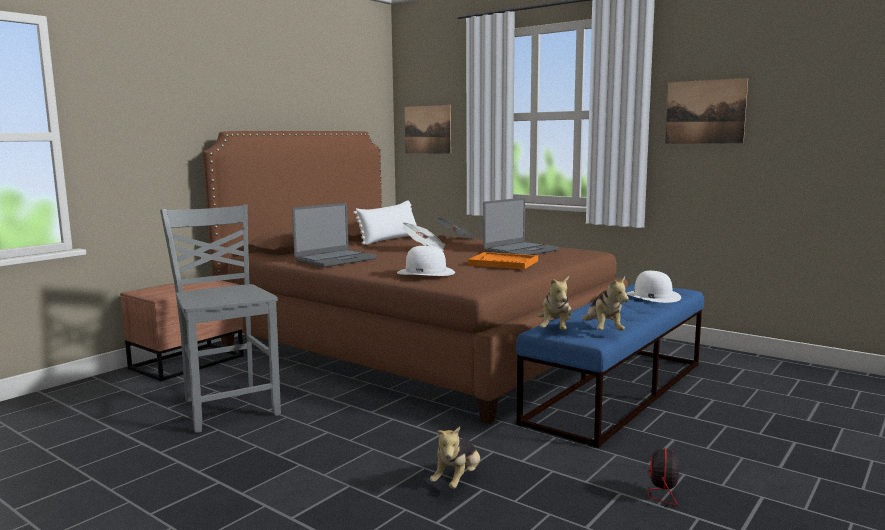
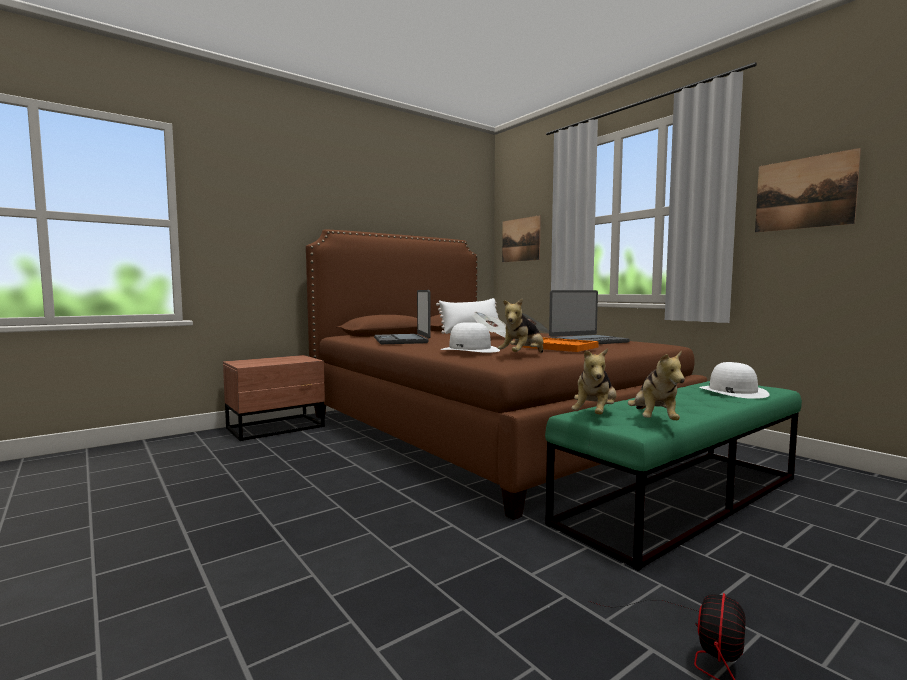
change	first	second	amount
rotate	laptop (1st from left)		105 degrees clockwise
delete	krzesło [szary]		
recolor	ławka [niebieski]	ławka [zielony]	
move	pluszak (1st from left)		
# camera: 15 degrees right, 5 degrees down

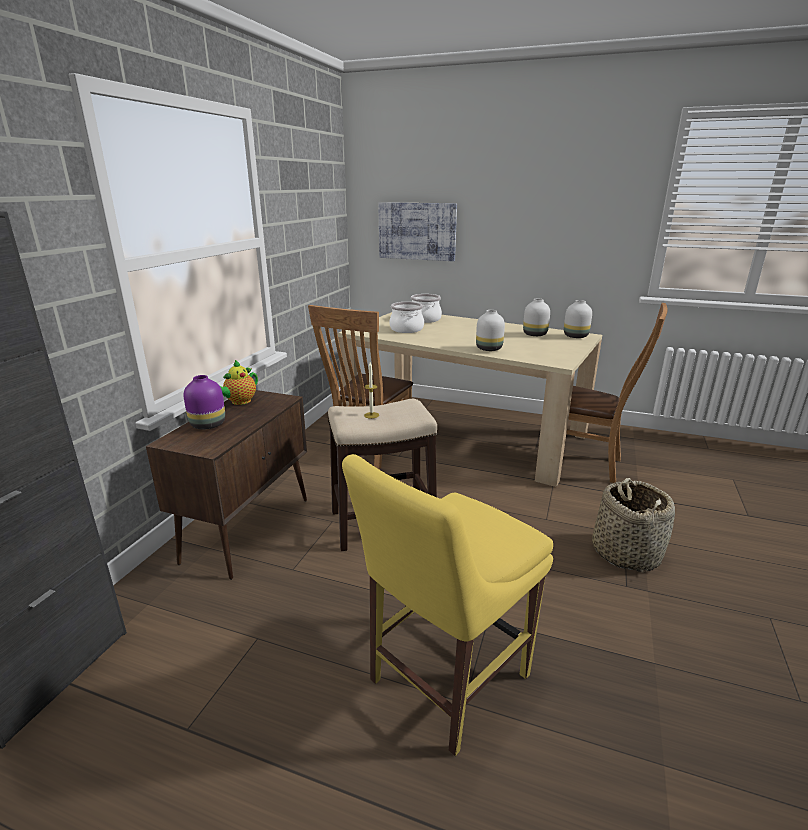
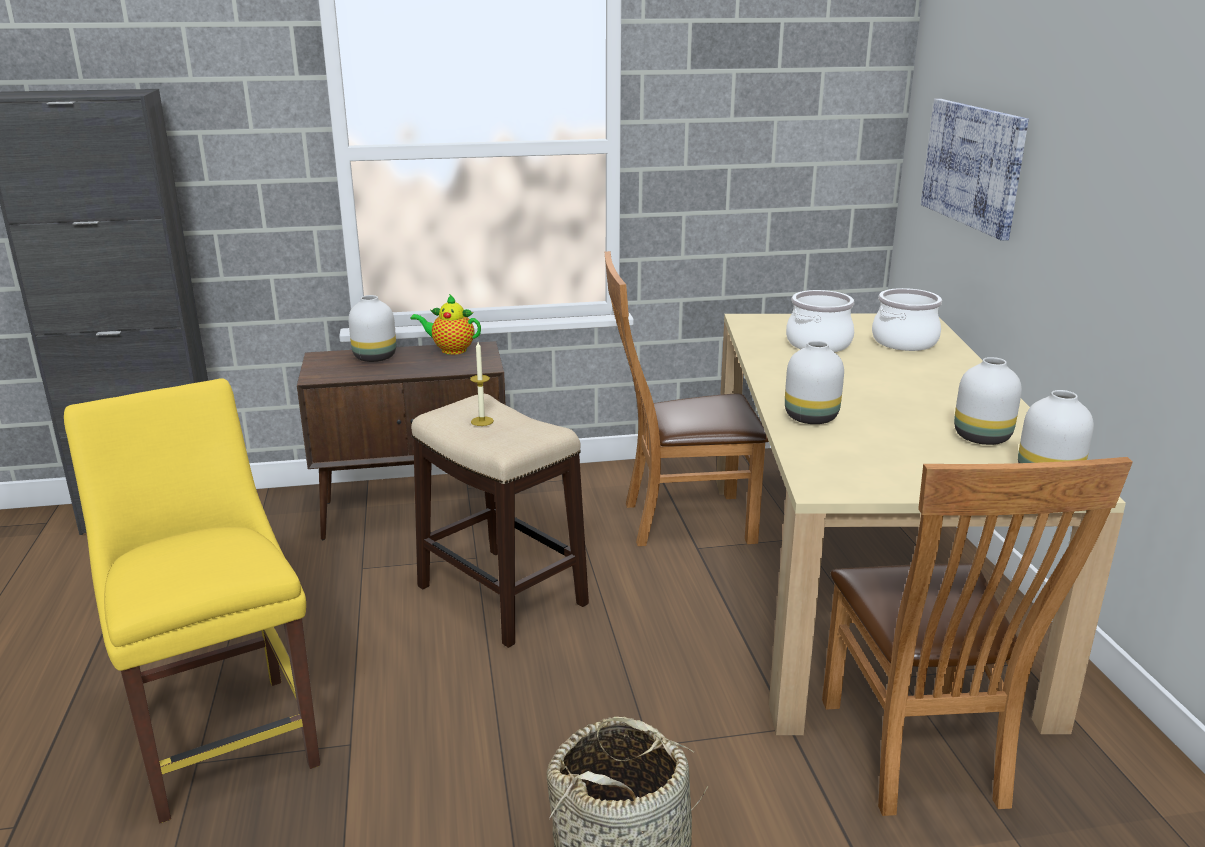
change	first	second	amount
recolor	wazon [fioletowy]	wazon [biały] (1st from left)	
rotate	krzesło [żółty]		45 degrees clockwise
# camera: 60 degrees right, 0 degrees up

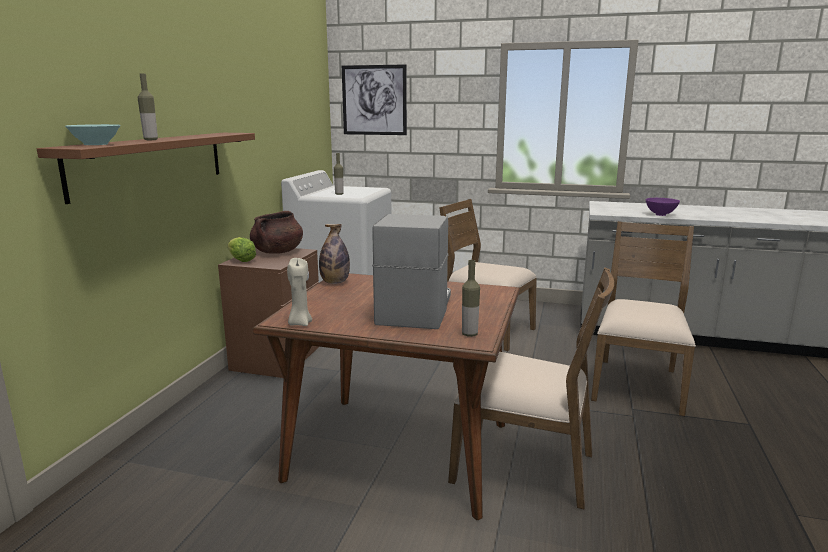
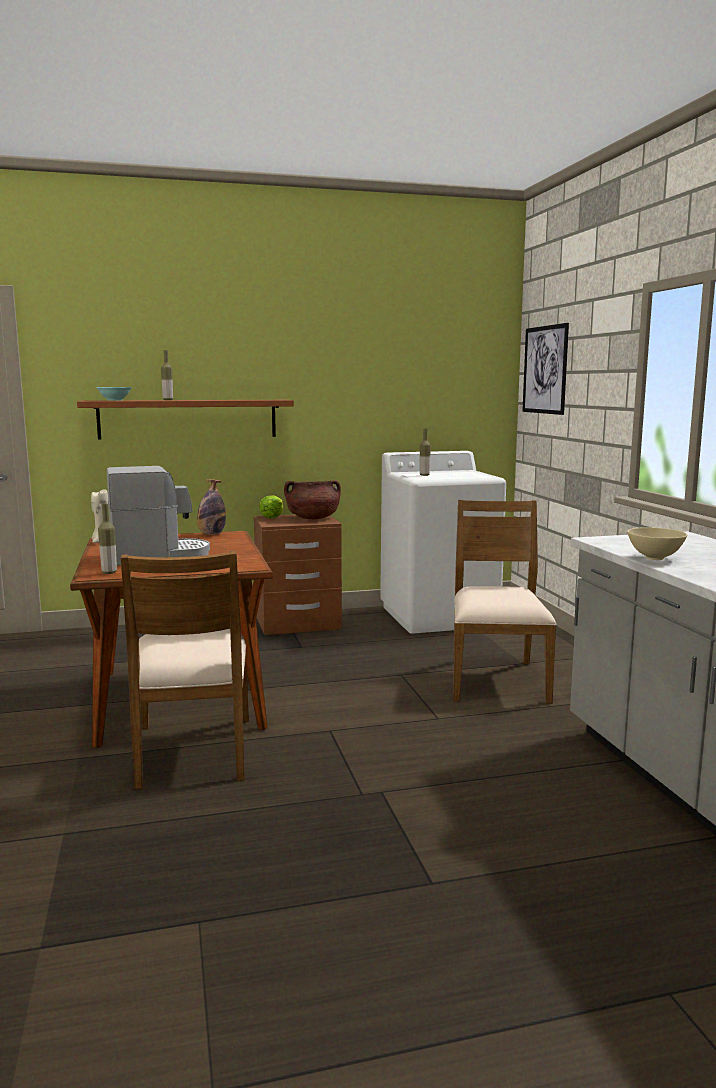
change	first	second	amount
recolor	miska [fioletowy]	miska [beżowy]	
delete	krzesło [brązowy] (3rd from left)		
# camera: 60 degrees right, 5 degrees down

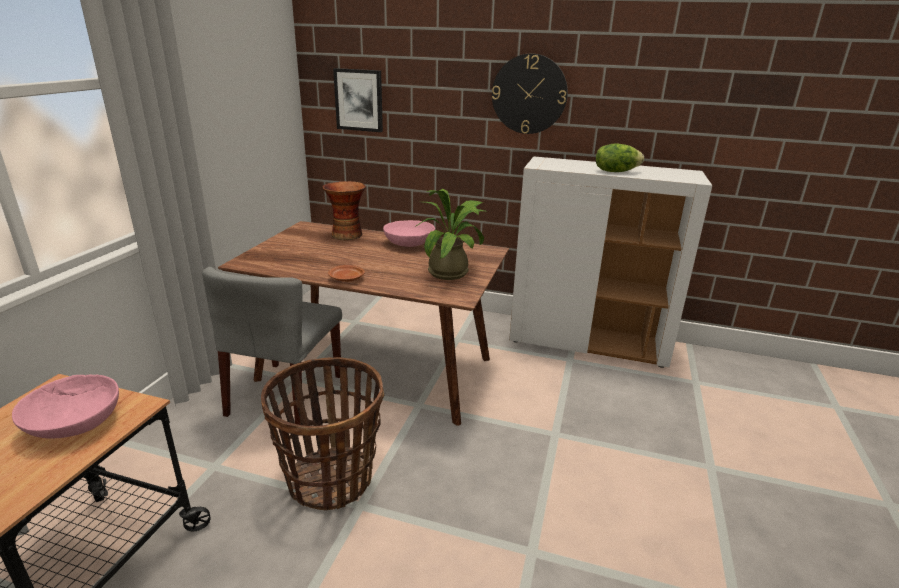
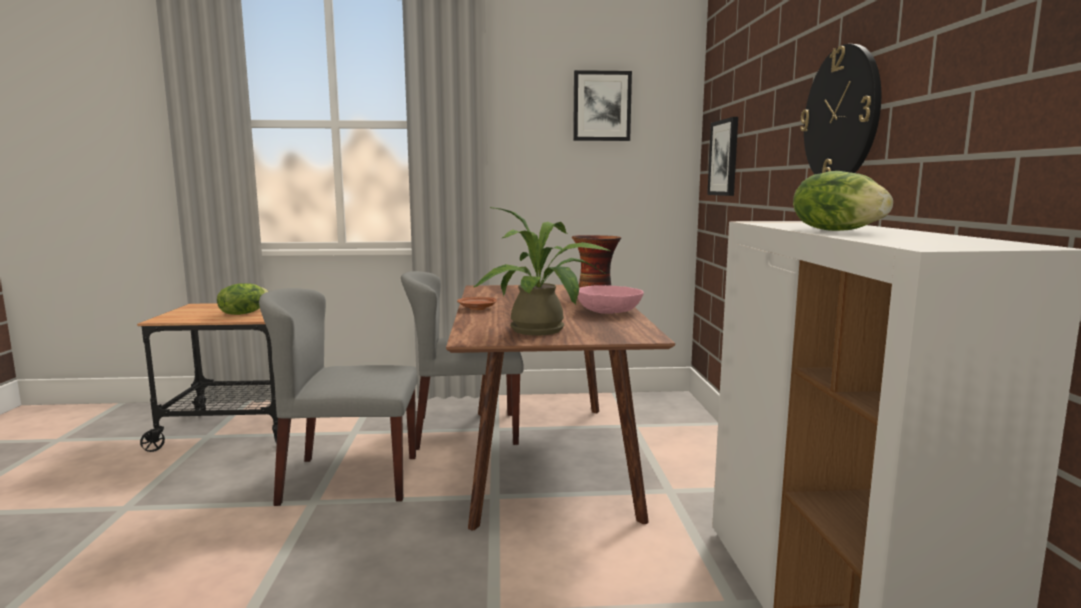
change	first	second	amount
replace	koszyk	krzesło [szary] (1st from left)	
replace	miska [różowy] (1st from left)	sałata (1st from left)	
insert		obraz (1st from left)	
# camera: 70 degrees right, 15 degrees down

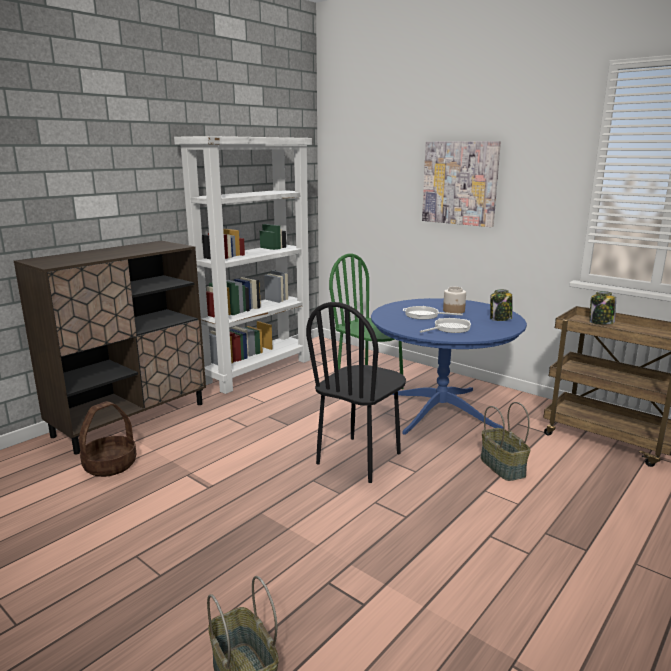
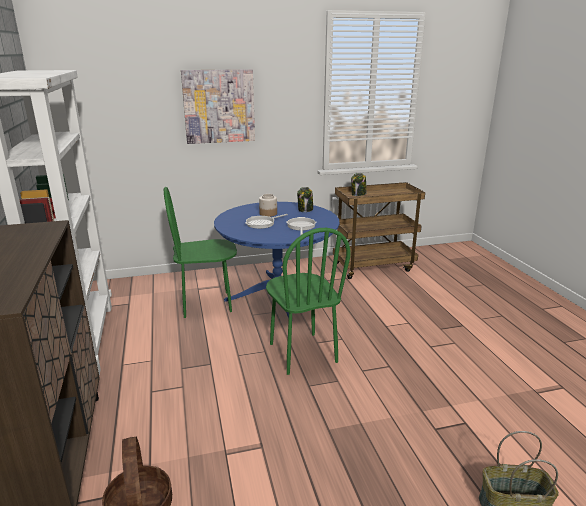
change	first	second	amount
recolor	krzesło [czarny]	krzesło [zielony] (2nd from left)	
delete	koszyk (3rd from left)		
# camera: 55 degrees left, 5 degrees up

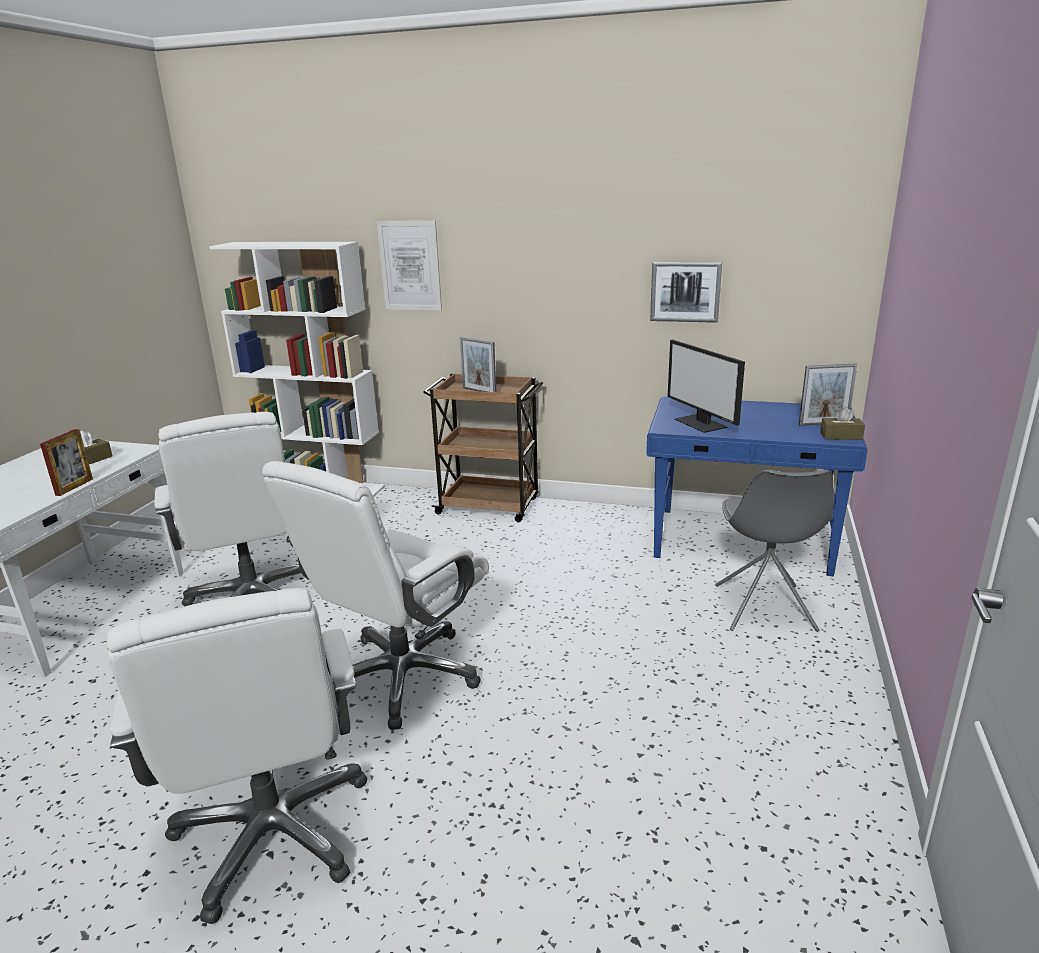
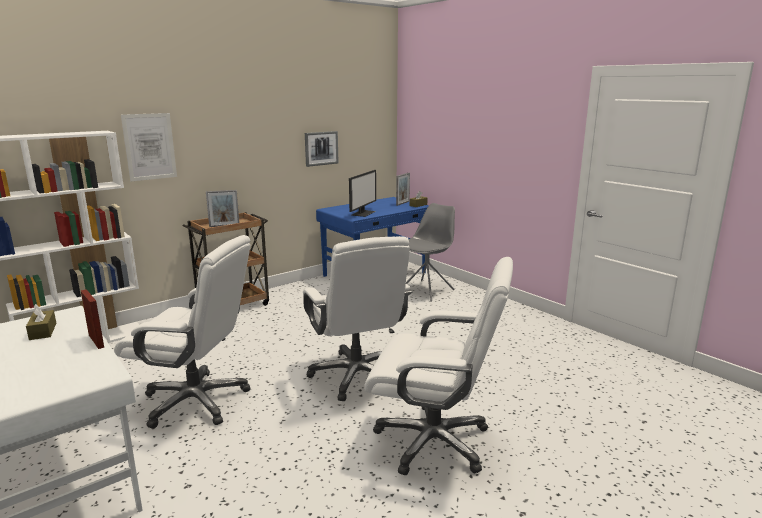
change	first	second	amount
rotate	monitor		75 degrees counterclockwise
rotate	krzesło [szary]		90 degrees counterclockwise
# camera: 55 degrees left, 5 degrees down

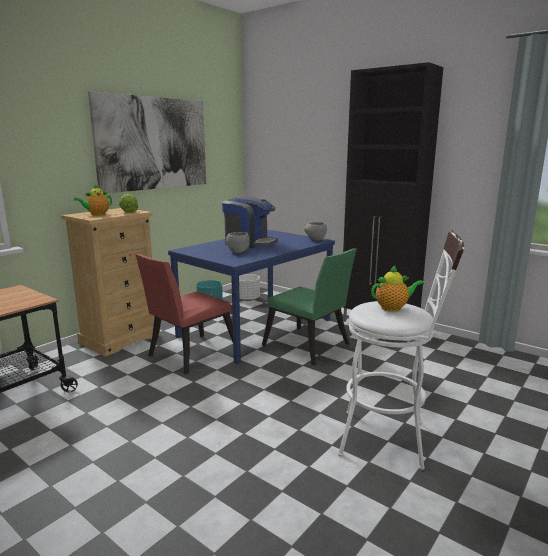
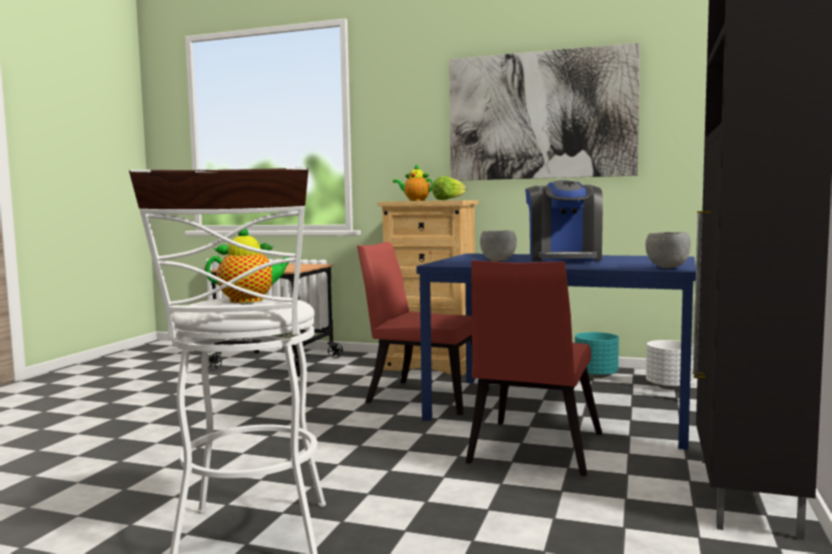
change	first	second	amount
recolor	krzesło [zielony]	krzesło [czerwony] (2nd from left)	
rotate	imbryk (2nd from left in the first image)	imbryk (1st from left)	75 degrees counterclockwise
# camera: 70 degrees right, 10 degrees down

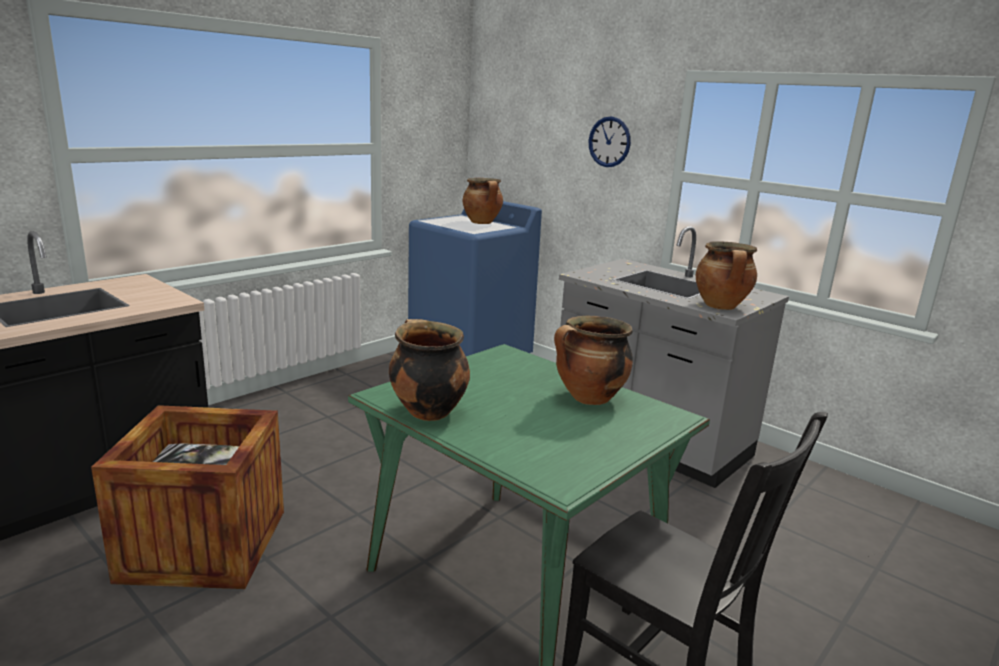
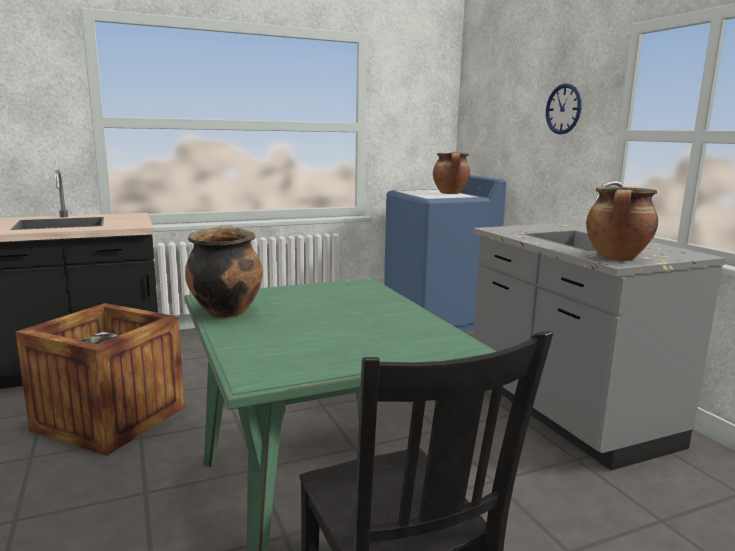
change	first	second	amount
delete	garnek (3rd from left)		
# camera: 25 degrees right, 5 degrees down

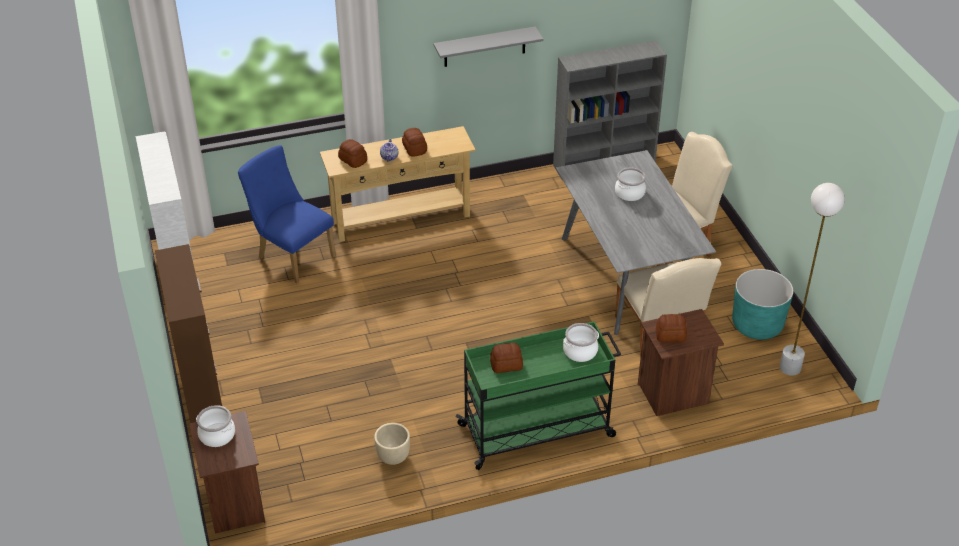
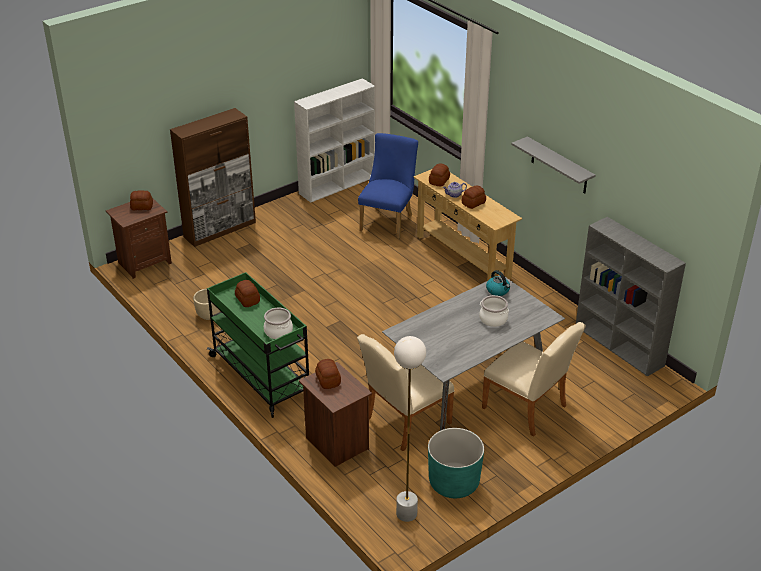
change	first	second	amount
replace	garnek (1st from left)	chleb (1st from left)	
insert		czajnik	
# camera: 70 degrees right, 5 degrees down

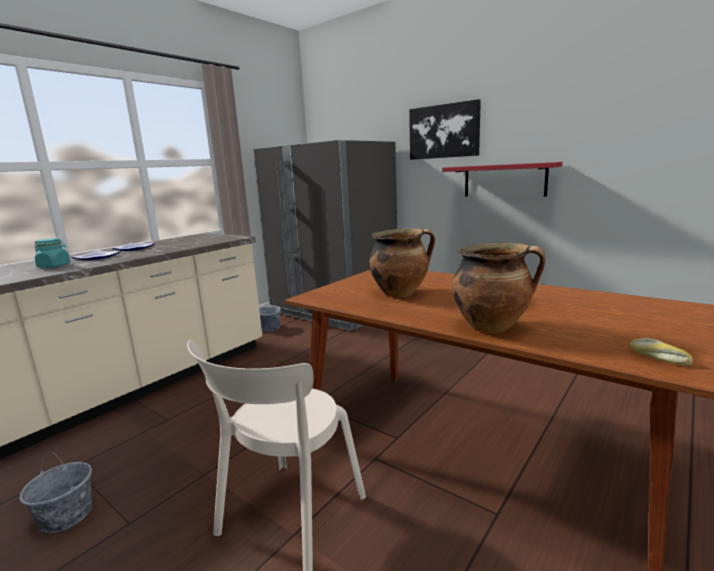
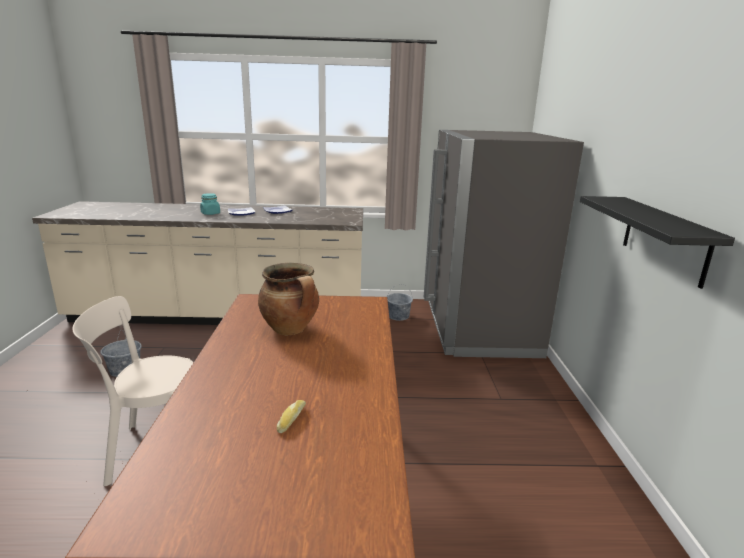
change	first	second	amount
delete	obraz		
recolor	półka [czerwony]	półka [czarny]	
delete	garnek (2nd from left)		
move	chleb		
# camera: 50 degrees right, 5 degrees up

